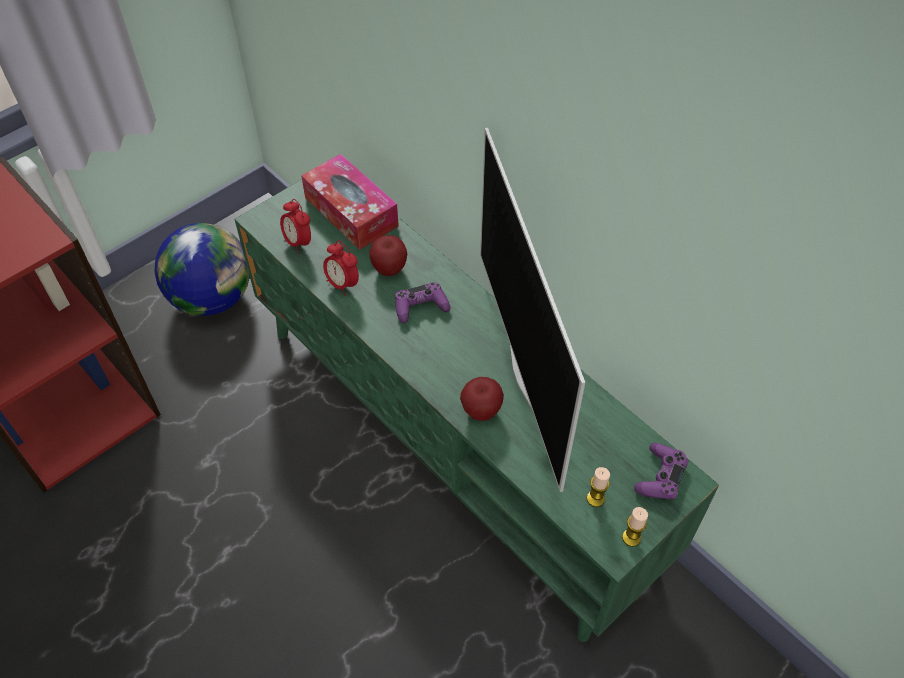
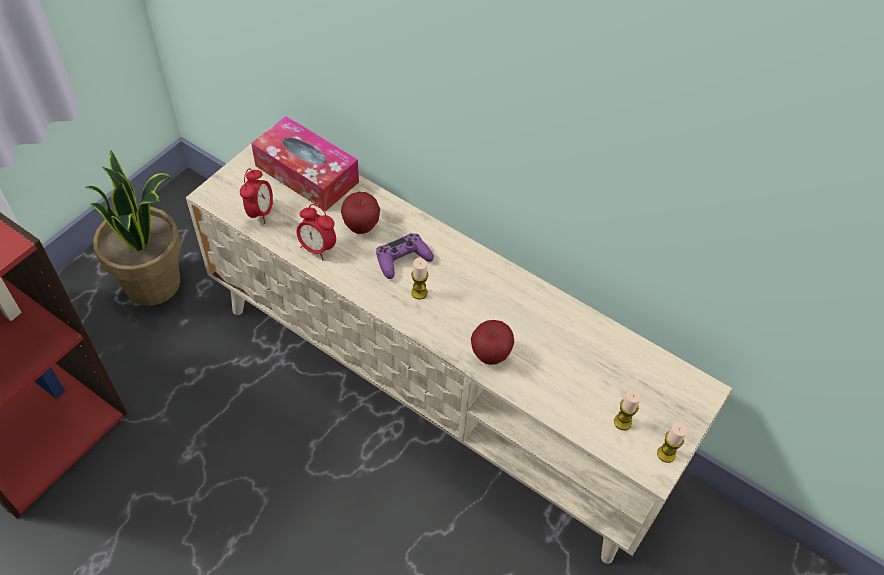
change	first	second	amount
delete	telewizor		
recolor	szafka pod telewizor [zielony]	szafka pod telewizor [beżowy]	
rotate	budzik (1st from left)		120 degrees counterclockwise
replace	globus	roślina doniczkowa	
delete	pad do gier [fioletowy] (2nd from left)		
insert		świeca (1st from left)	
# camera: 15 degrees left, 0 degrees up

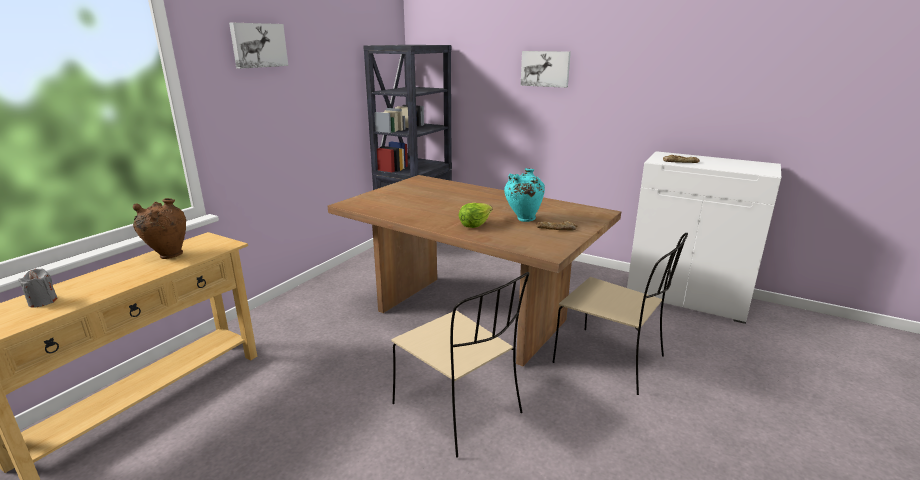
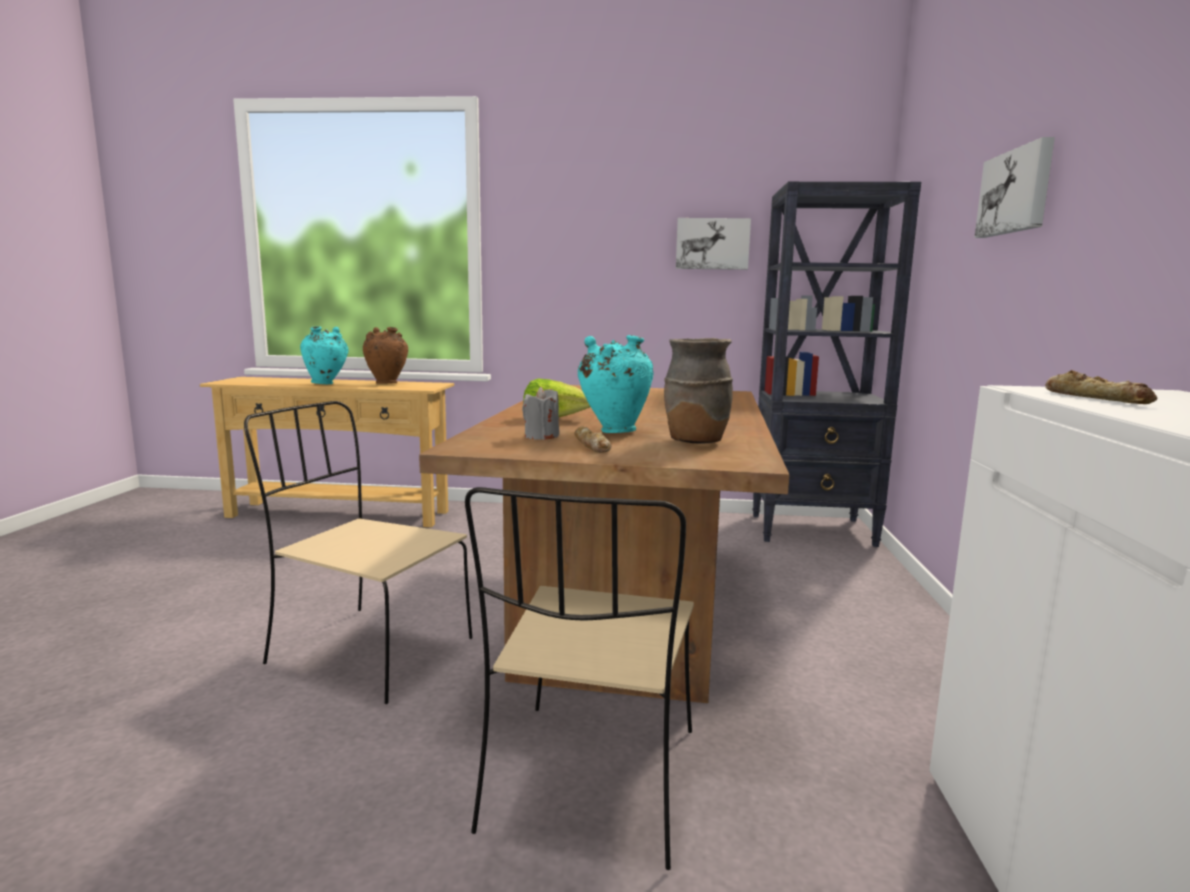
change	first	second	amount
move	obraz (1st from left)		
move	świeca [szary]		
rotate	krzesło [beżowy] (1st from left)		90 degrees clockwise
insert		wazon [turkusowy] (1st from left)	
insert		wazon [brązowy] (2nd from left)	
# camera: 65 degrees right, 10 degrees down

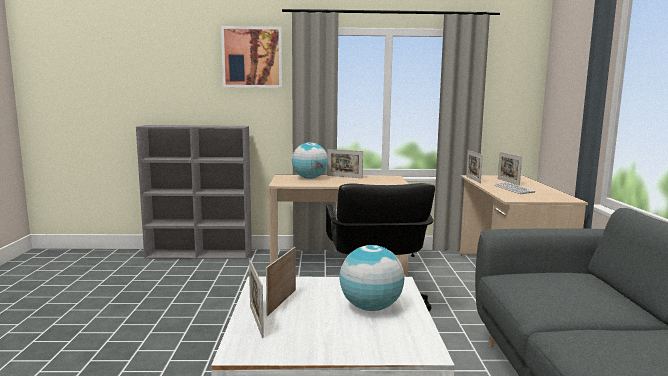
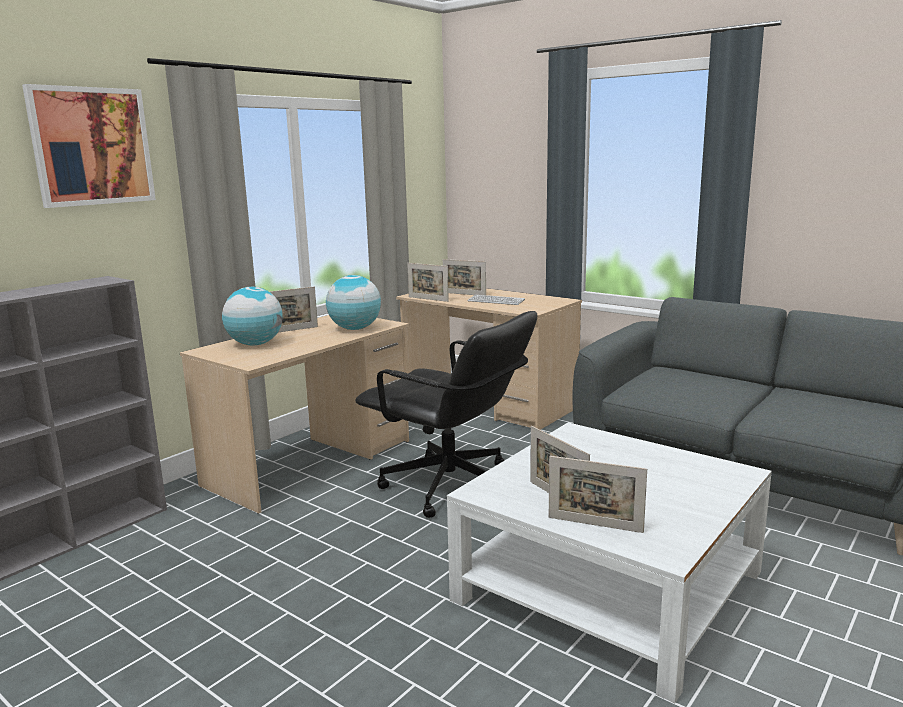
change	first	second	amount
move	globus (2nd from left)		
# camera: 50 degrees left, 5 degrees up

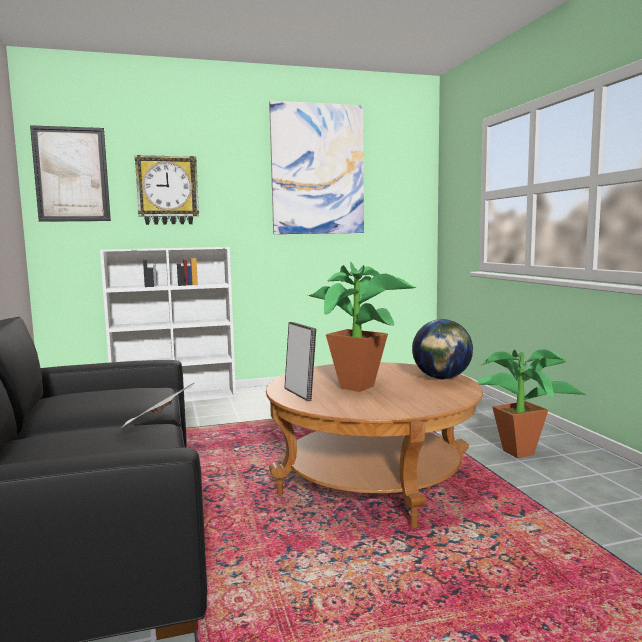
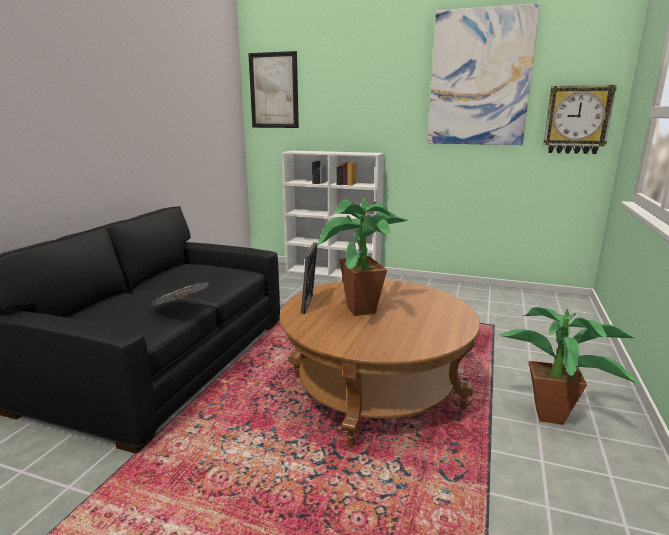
change	first	second	amount
move	zegar ścienny		
delete	globus		
# camera: 35 degrees right, 10 degrees up

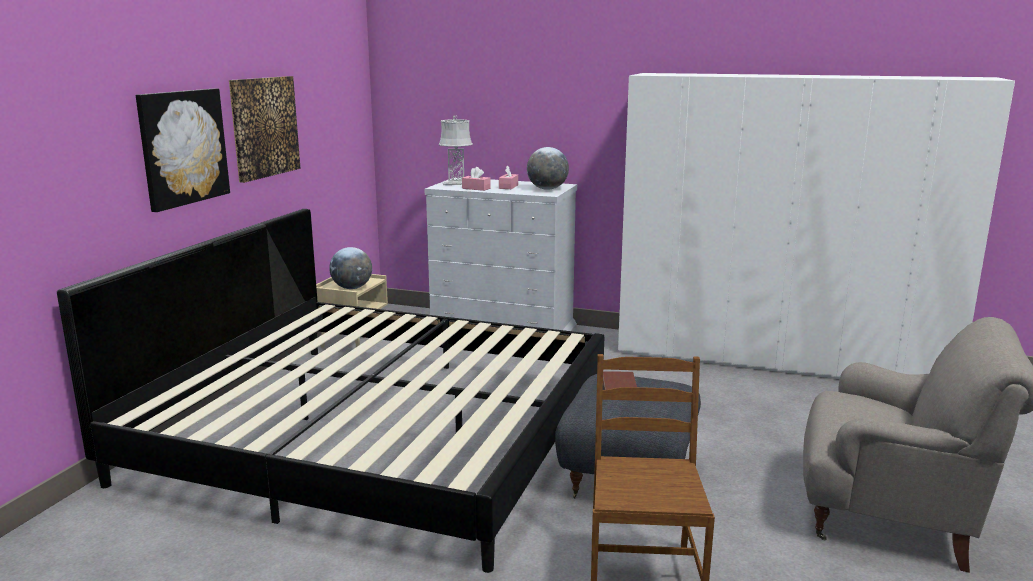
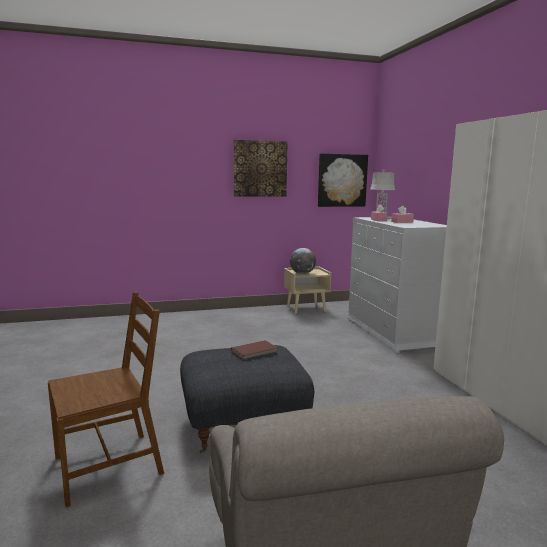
change	first	second	amount
move	obraz (1st from left in the first image)	obraz (2nd from left)	
delete	globus (2nd from left)		
delete	łóżko		
# camera: 55 degrees right, 5 degrees down

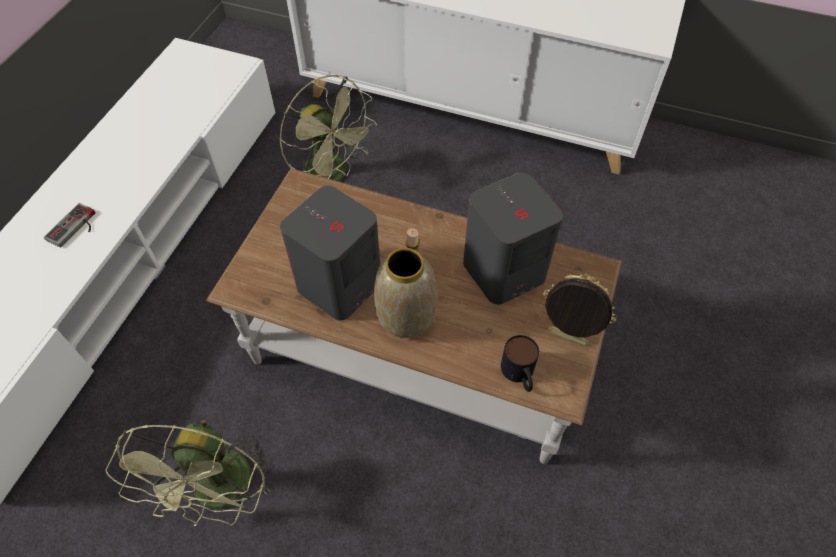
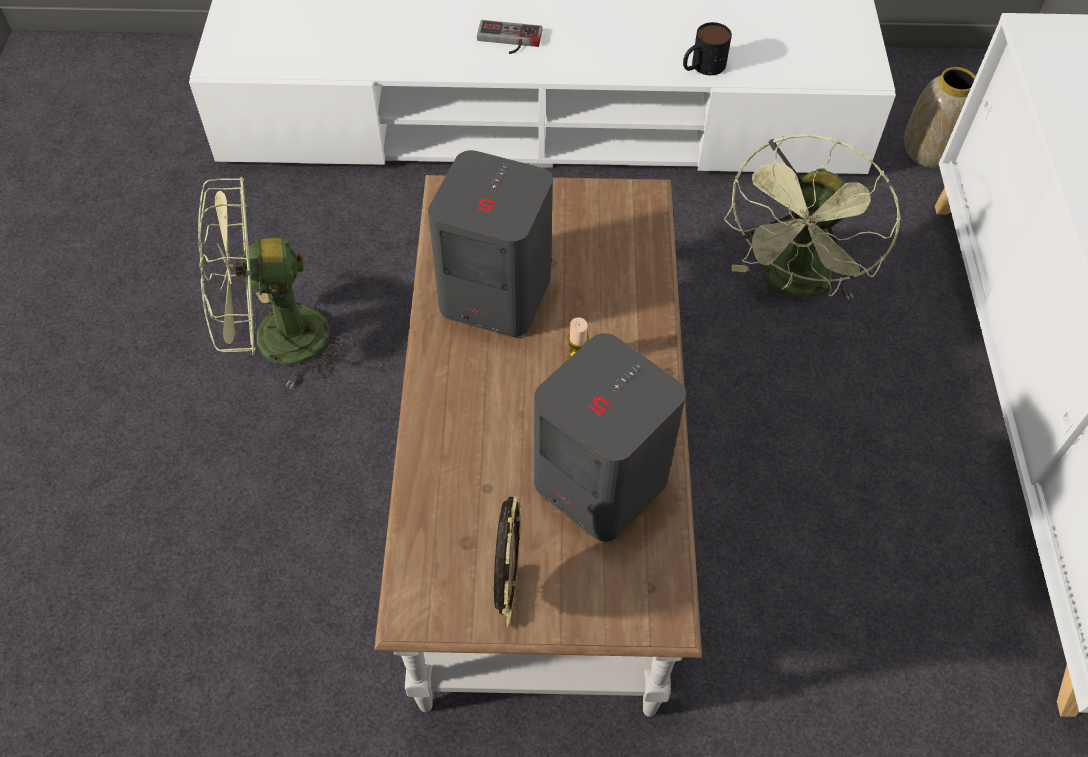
change	first	second	amount
move	wazon		
move	kubek		
# camera: 70 degrees right, 0 degrees up

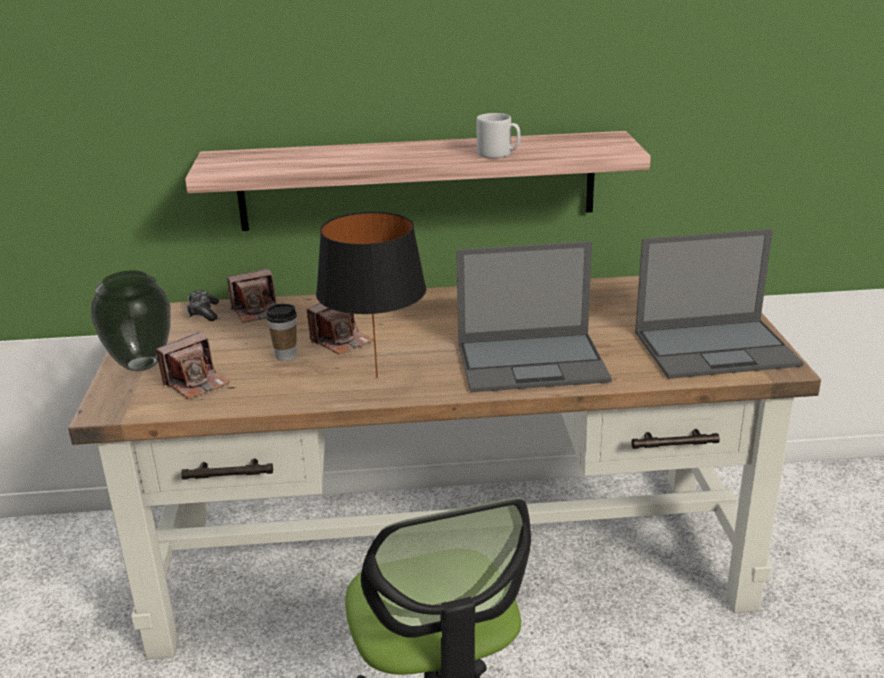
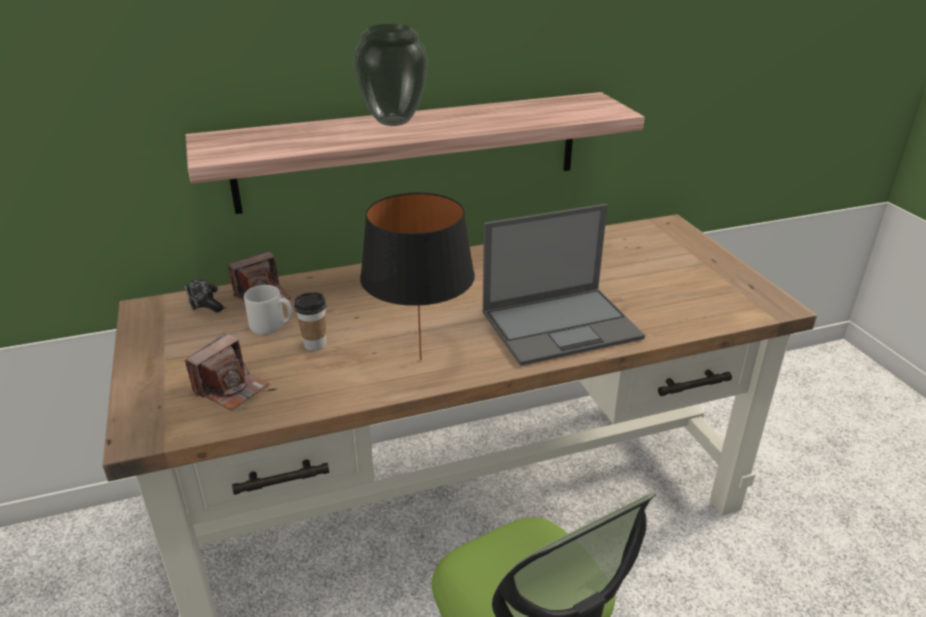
change	first	second	amount
move	kubek [szary]		
delete	laptop (2nd from left)		
move	wazon		
delete	aparat fotograficzny (3rd from left)		
# camera: 15 degrees left, 5 degrees up

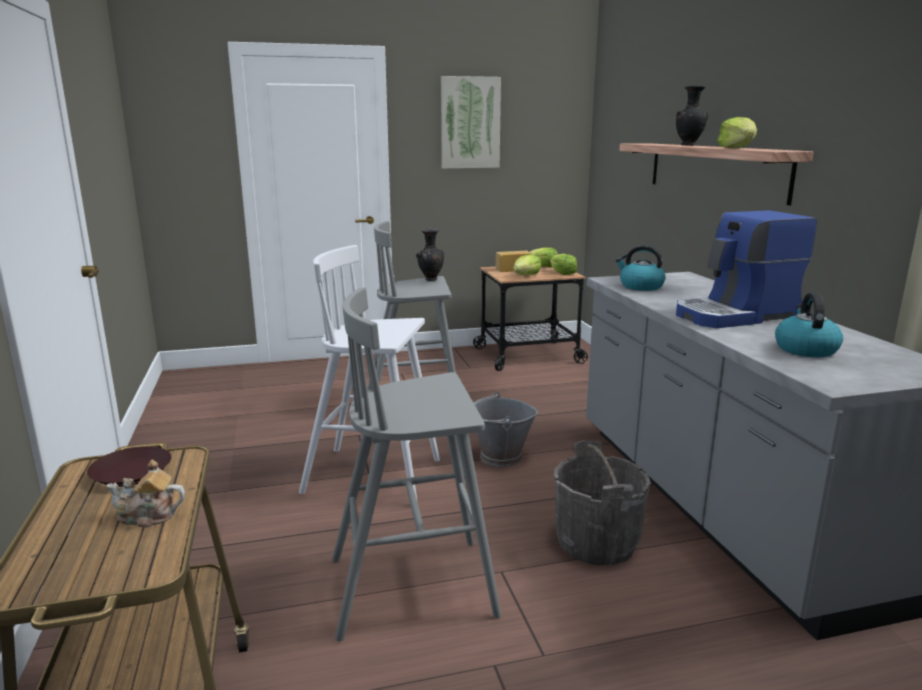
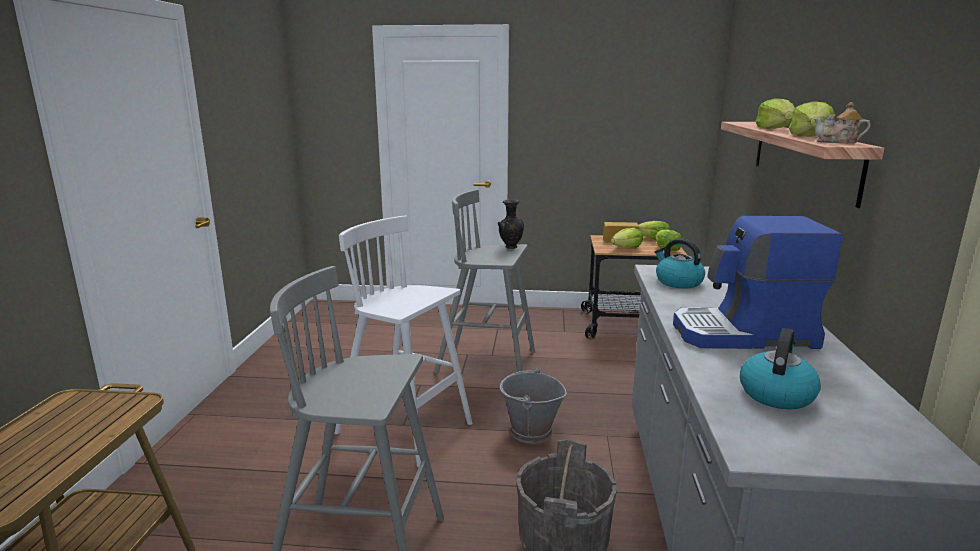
change	first	second	amount
delete	obraz		
replace	wazon [czarny] (2nd from left)	sałata (4th from left)	
delete	talerz [brązowy]		
move	imbryk		
# camera: 20 degrees right, 0 degrees up

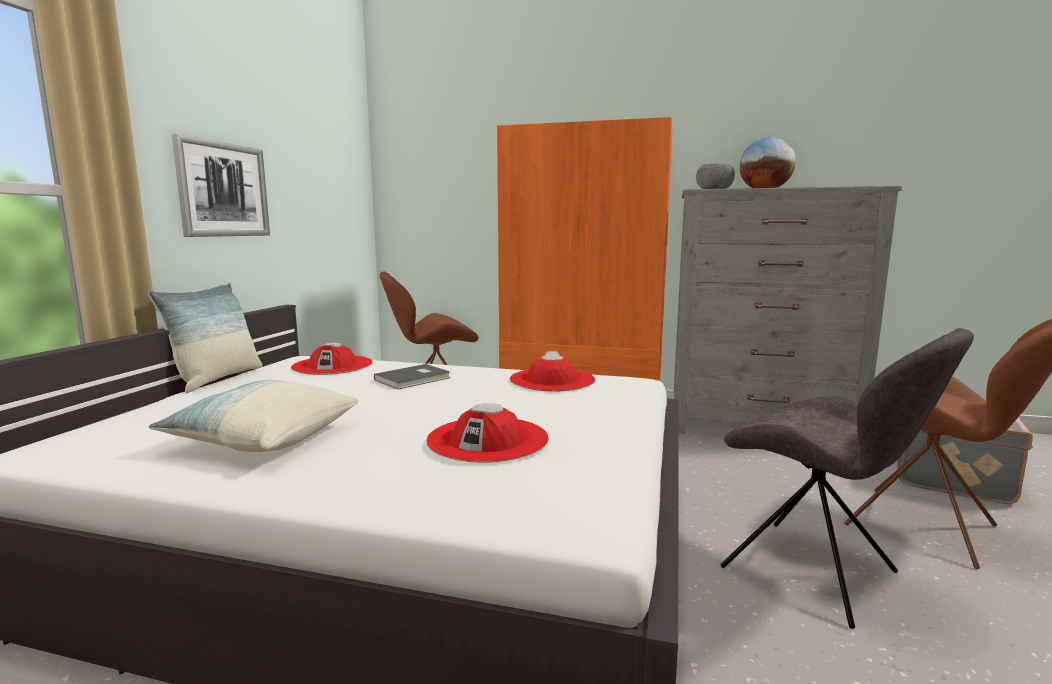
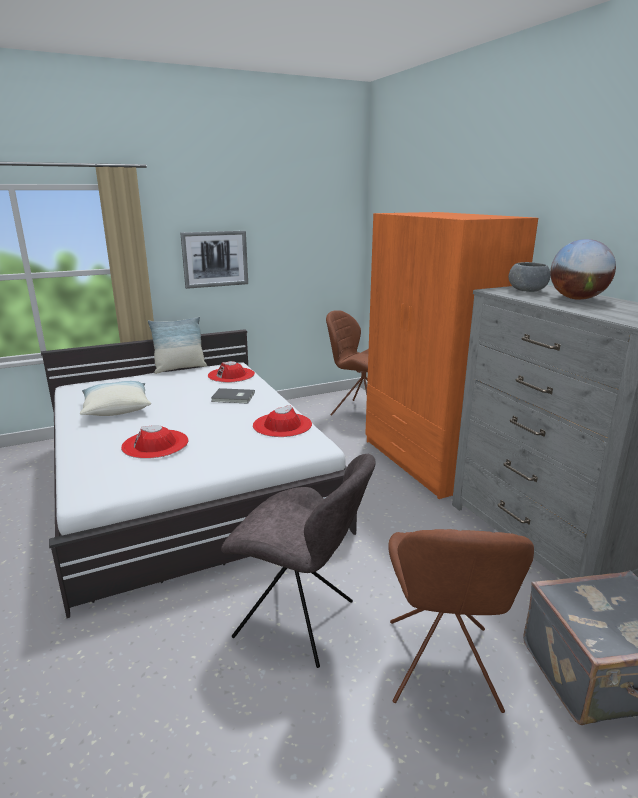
change	first	second	amount
rotate	krzesło [szary]		75 degrees counterclockwise
# camera: 50 degrees right, 10 degrees up

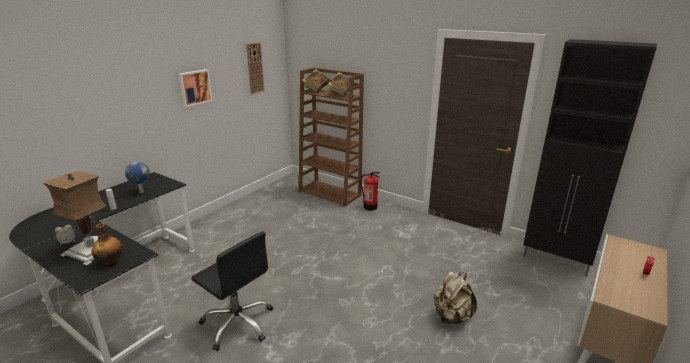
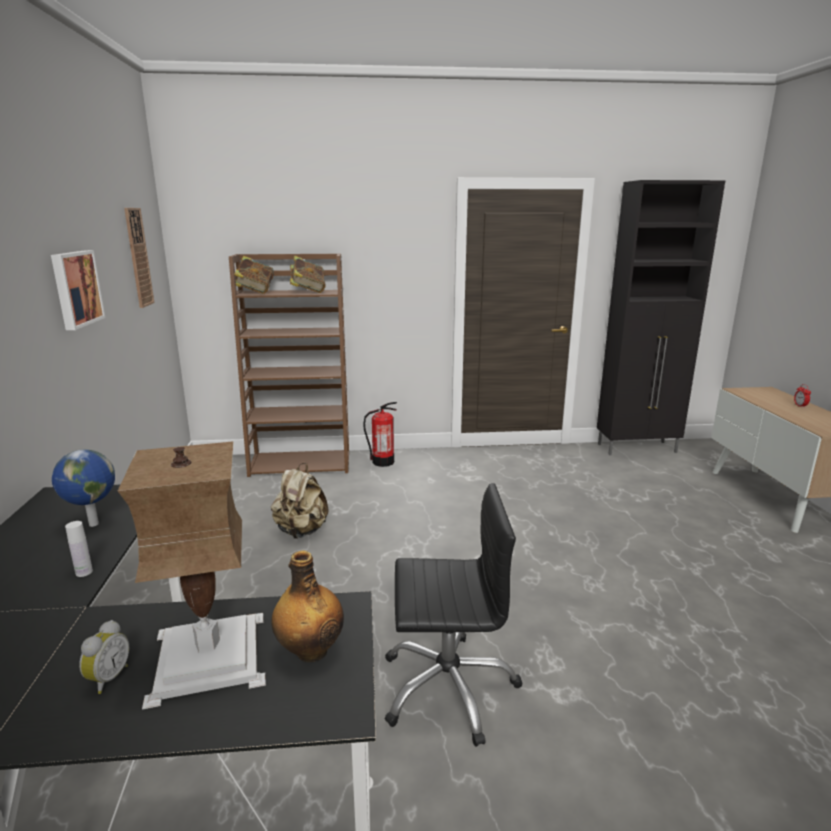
change	first	second	amount
move	plecak [beżowy]		
# camera: 40 degrees left, 5 degrees down

